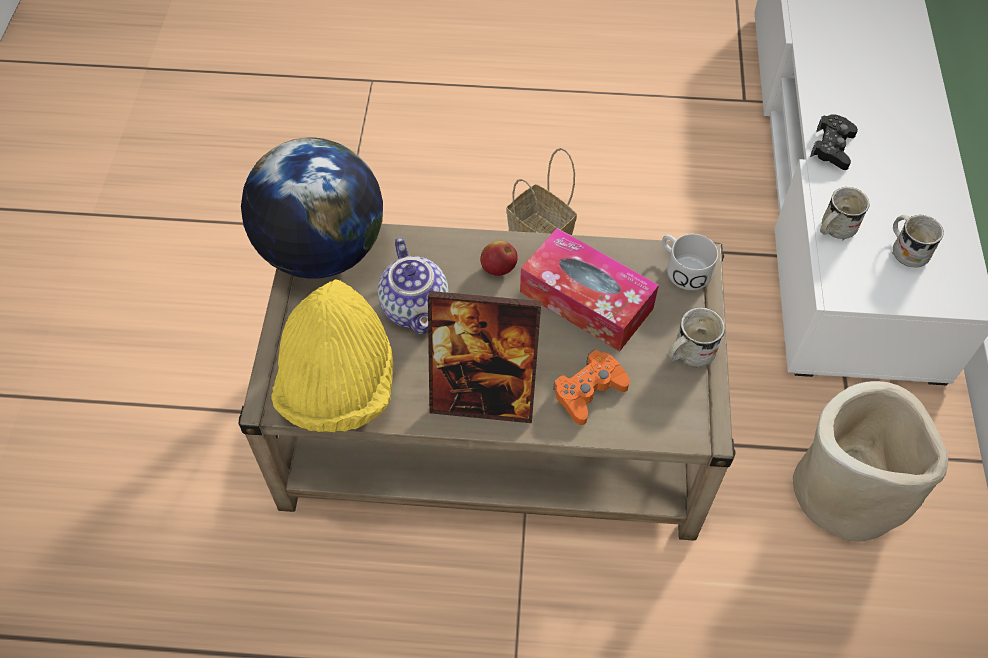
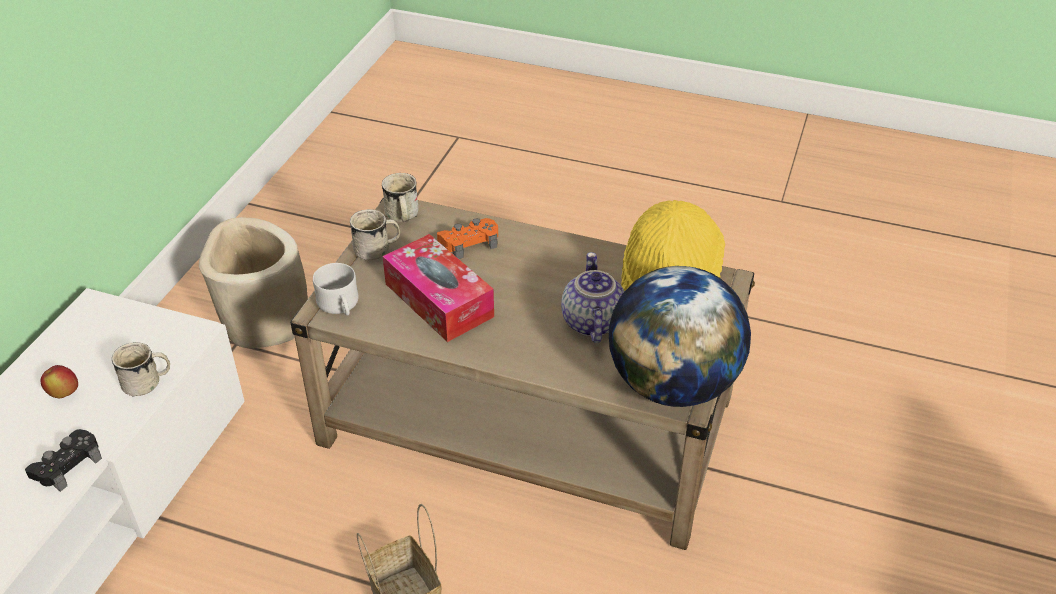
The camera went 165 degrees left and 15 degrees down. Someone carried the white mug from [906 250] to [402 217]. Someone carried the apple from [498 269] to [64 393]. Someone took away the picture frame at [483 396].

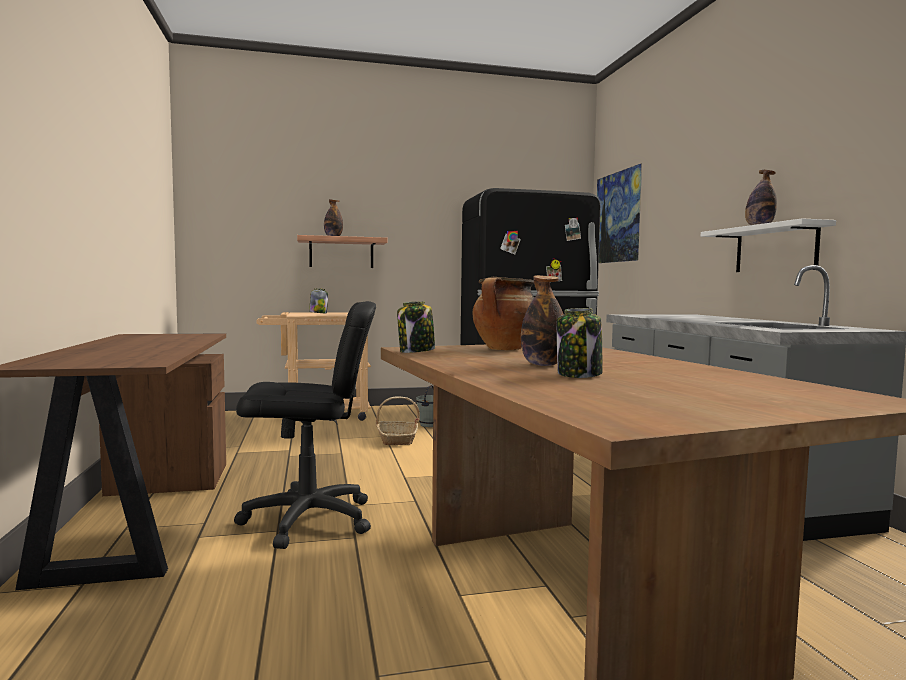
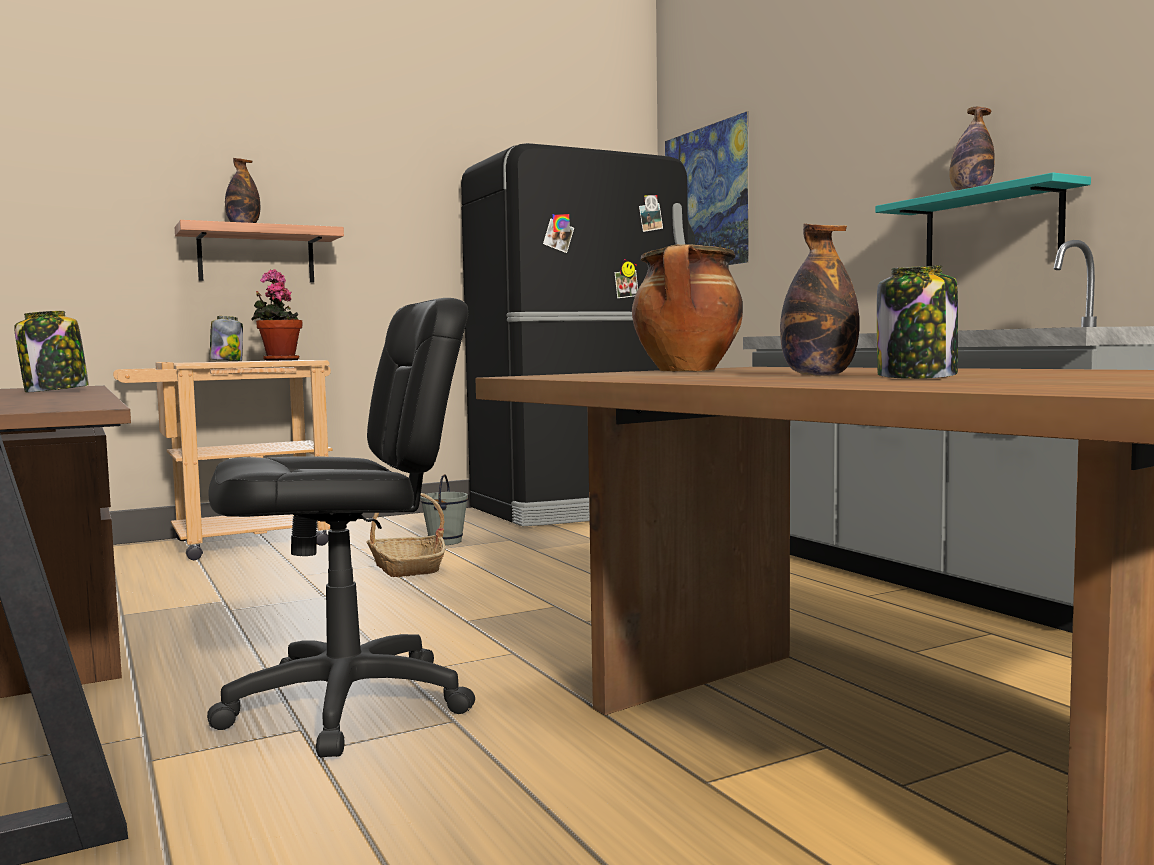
The camera went 15 degrees left and 0 degrees up. Someone repainted the white shelf at [775 249], which became the turquoise shelf at [991 226]. Someone carried the jar from [416 351] to [55 391]. Someone put down the potted plant at [279 360].

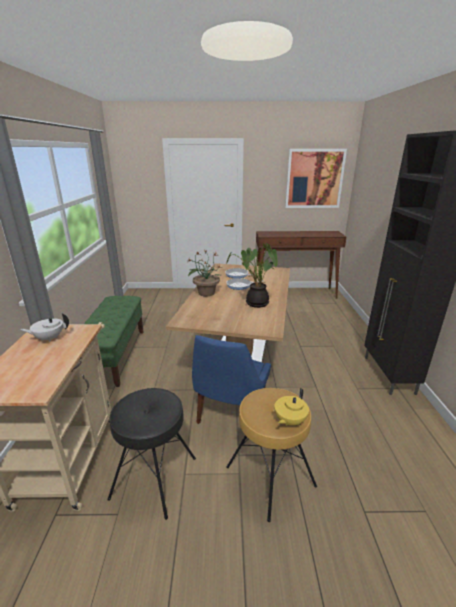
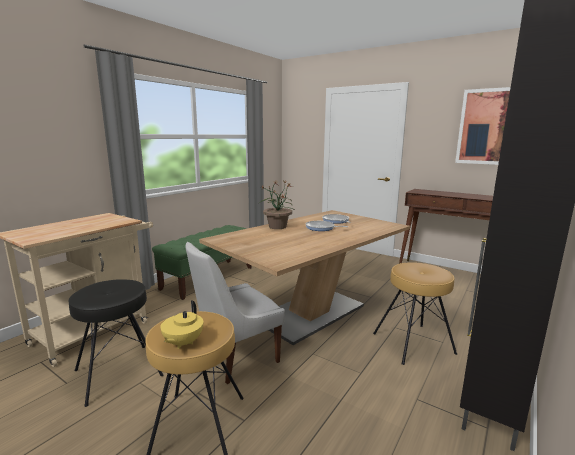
The camera went 35 degrees right and 10 degrees down. Someone took away the potted plant at [255 303]. Someone took away the white teapot at [49 338]. Someone repainted the blue chair at [230 415], which became the white chair at [235 357]. Someone rotated the yellow teapot at [289 421] by 60 degrees counterclockwise. Someone put down the brown stool at [413 343].

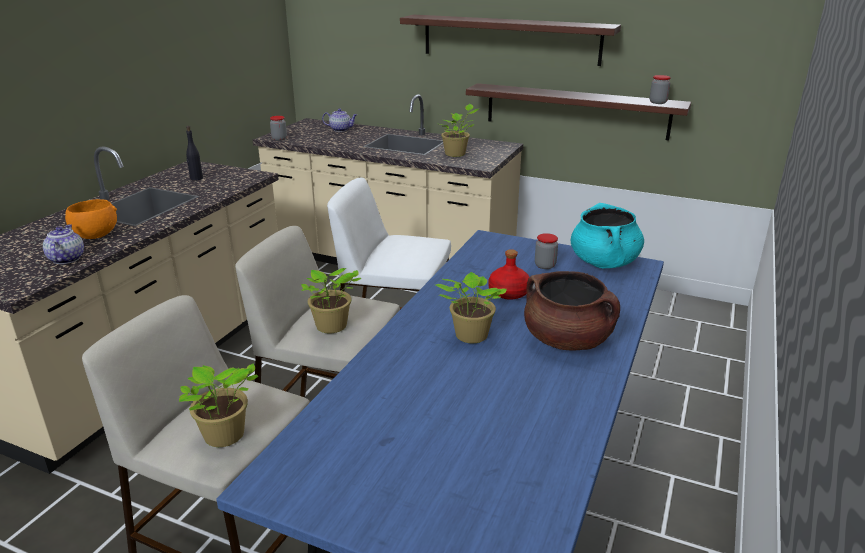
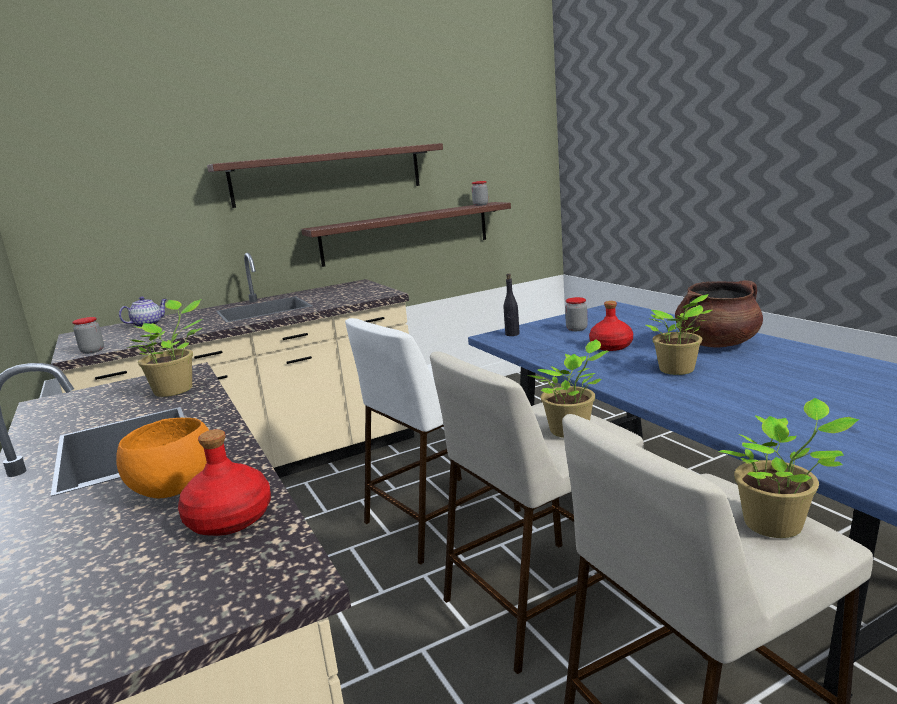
The camera went 50 degrees left and 10 degrees down. Someone carried the potted plant from [457 154] to [177 389]. Someone carried the black bottle from [196 178] to [512 334]. Someone took away the turquoise cooking pot at [604 262]. Someone swapped the teapot at [66 259] for the red bottle at [228 519].

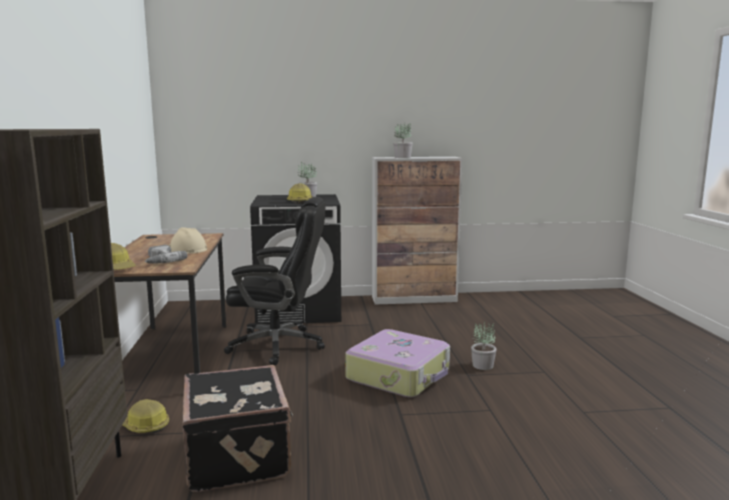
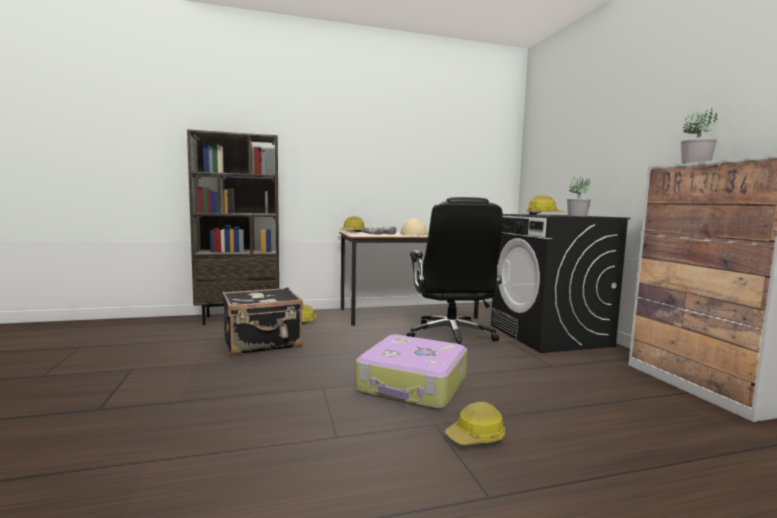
The camera went 80 degrees right and 5 degrees down. Someone swapped the potted plant at [483 365] for the hard hat at [476 437].

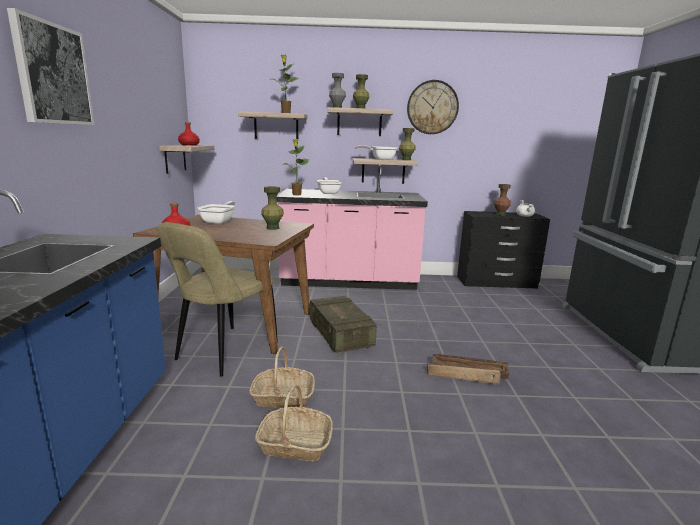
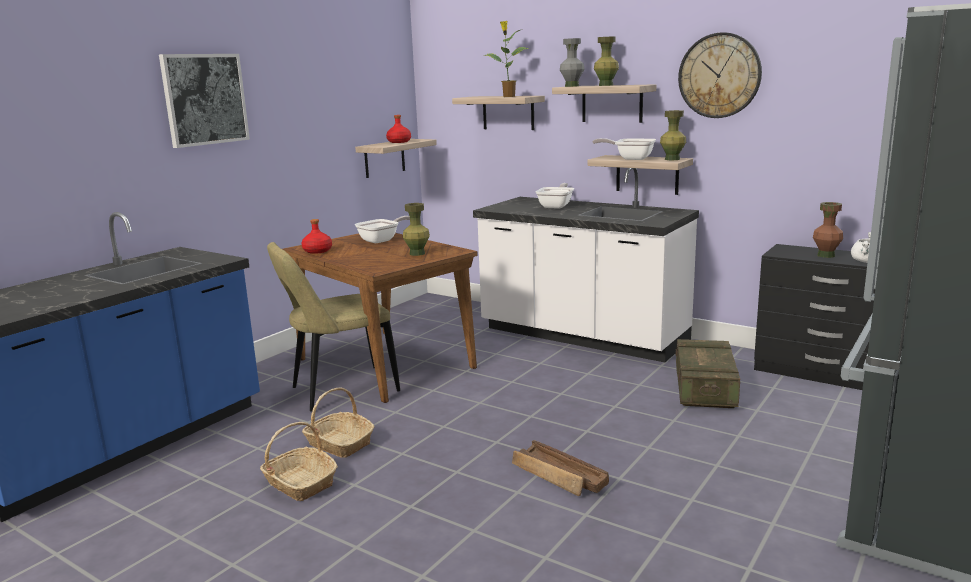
The camera went 35 degrees right and 0 degrees up. Someone took away the potted plant at [296 194]. Someone repainted the pink counter at [349 281], which became the white counter at [582 336]. Someone carried the crate from [340 335] to [704 388].

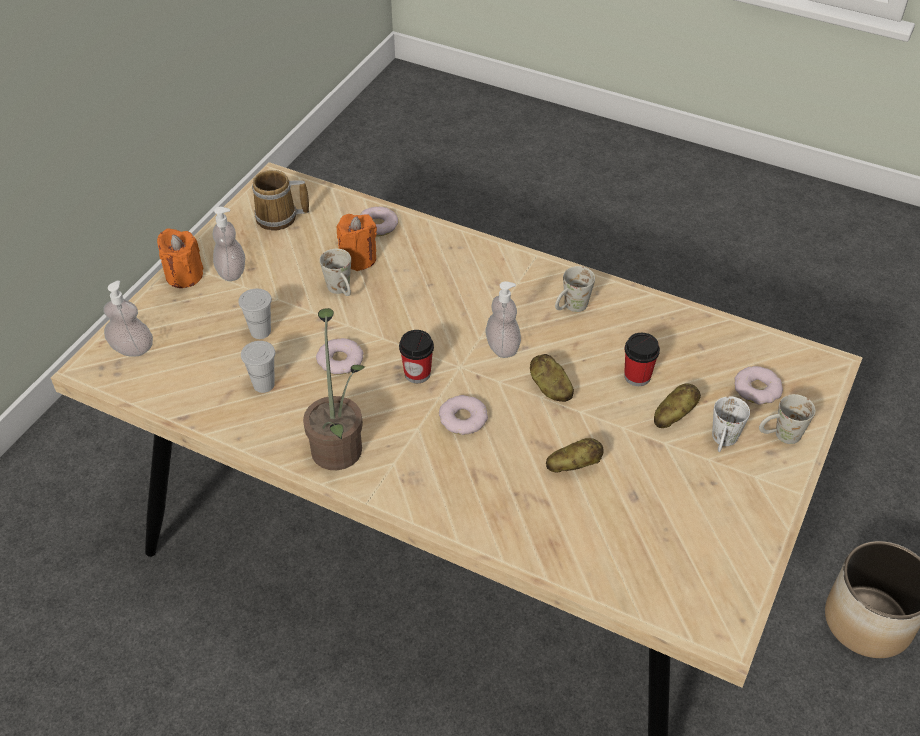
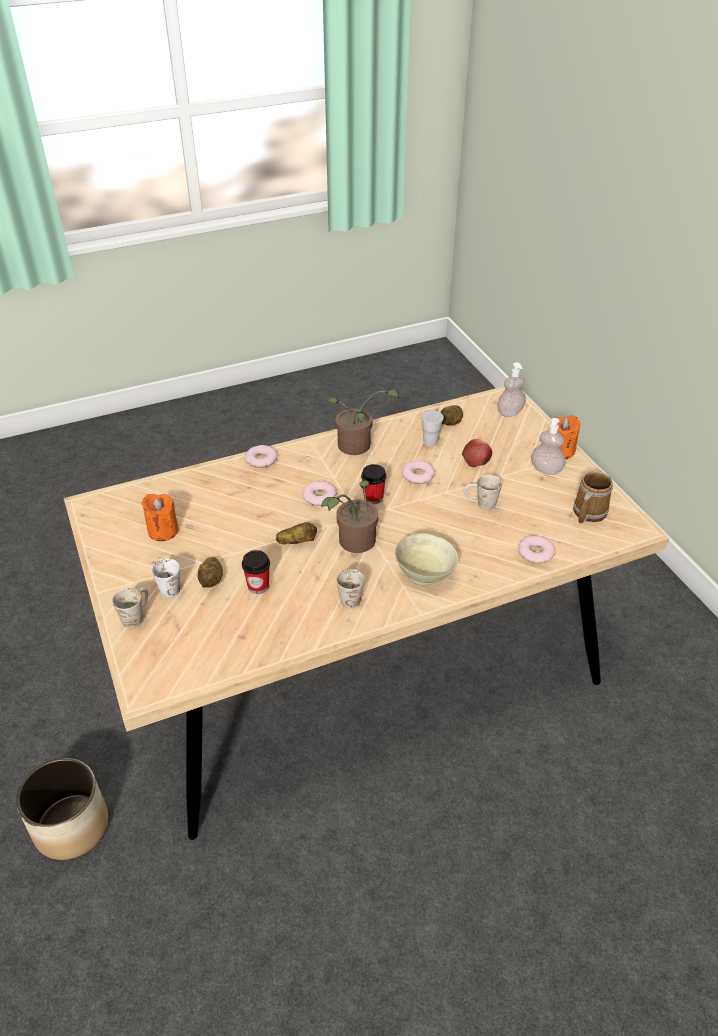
The camera went 130 degrees right and 5 degrees down. Someone carried the orange candle from [358 258] to [163 531]. Someone swapped the soap dispenser at [502 347] for the potted plant at [353 543]. Someone swapped the white cup at [260 331] for the apple at [476 458]. Someone carried the donut from [757 389] to [261 459]. Someone carried the potato from [573 465] to [451 422]. Someone put down the beige bowl at [425 575].

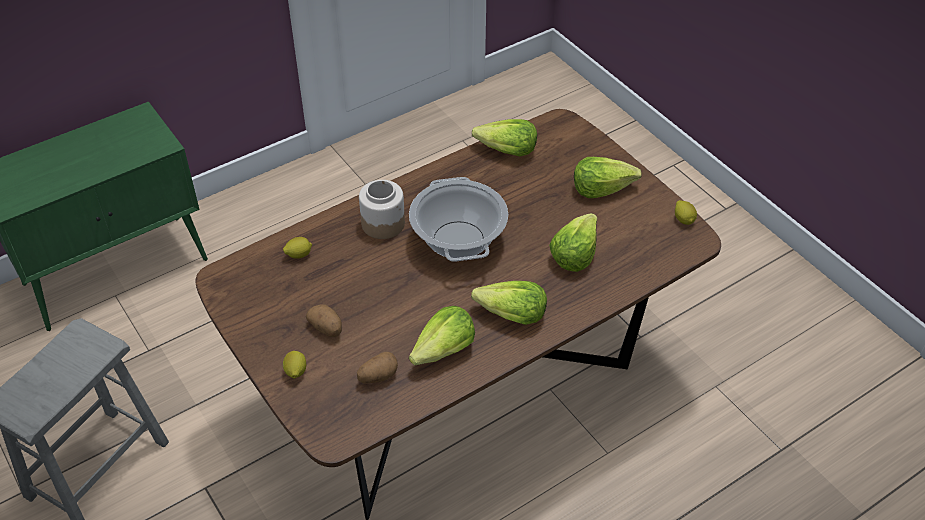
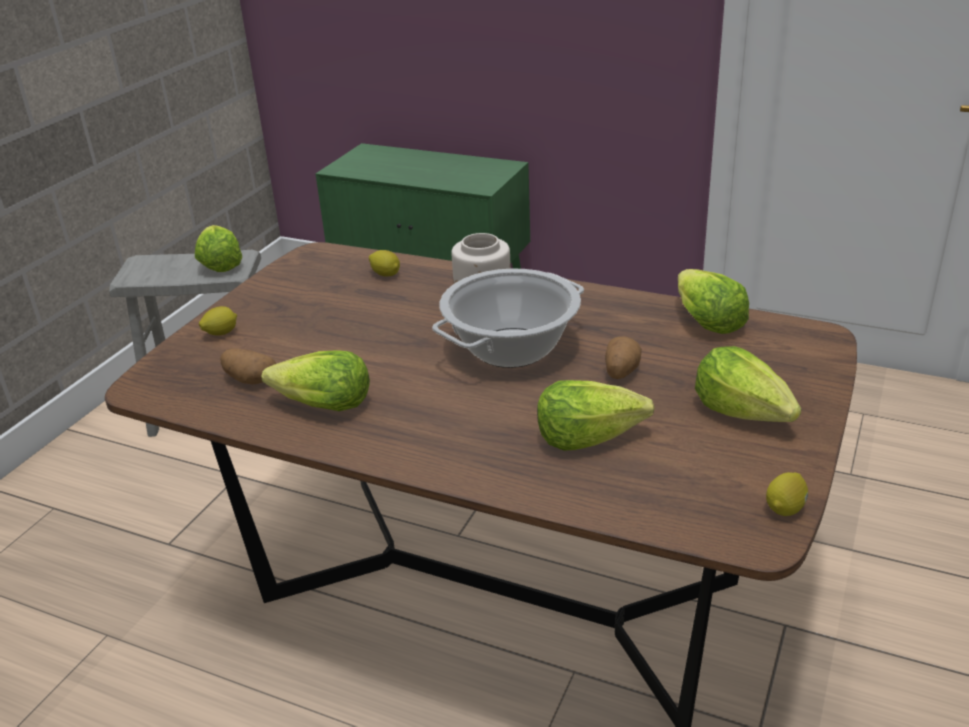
The camera went 60 degrees right and 15 degrees down. Someone carried the lettuce from [511 315] to [220 264]. Someone carried the potato from [326 328] to [621 371].

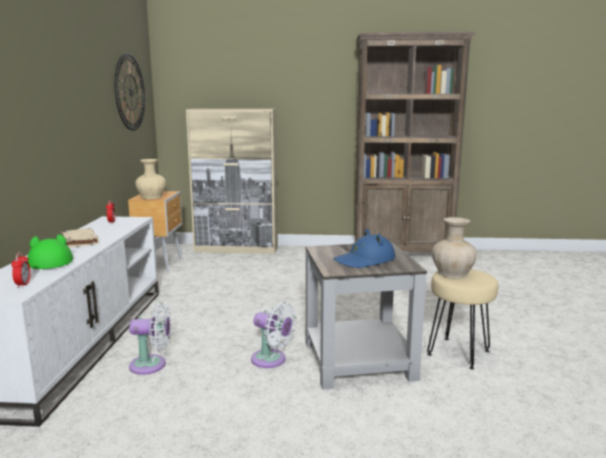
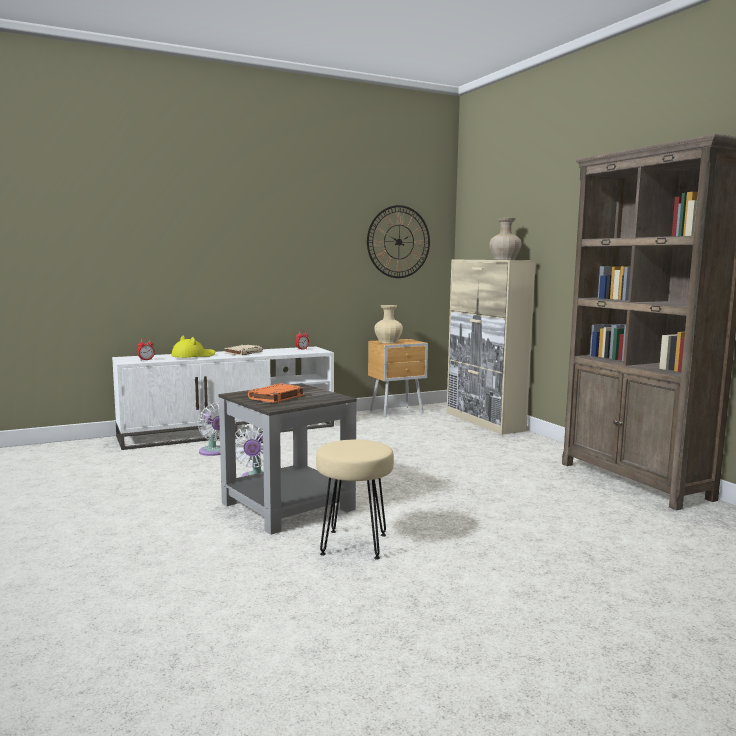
The camera went 60 degrees right and 5 degrees down. Someone carried the beige vase from [453 273] to [505 259]. Someone swapped the blue hat at [364 260] for the orange book at [276 397]. Someone repainted the green hat at [51 261], which became the yellow hat at [193 356].

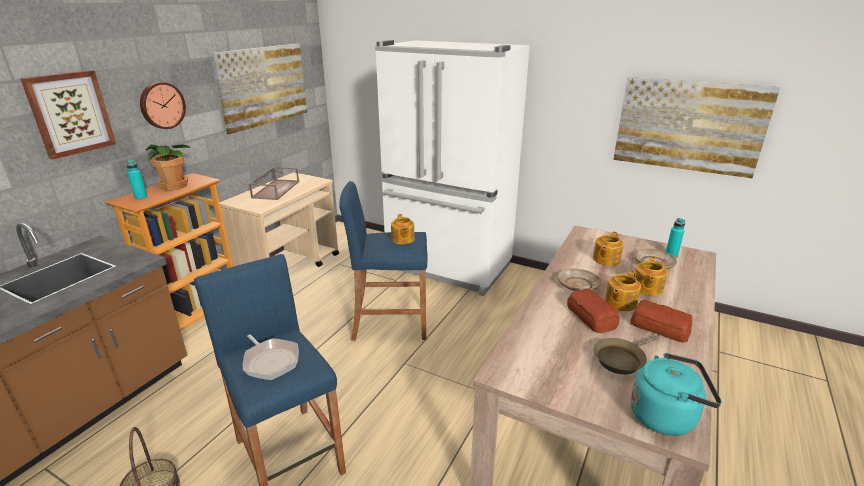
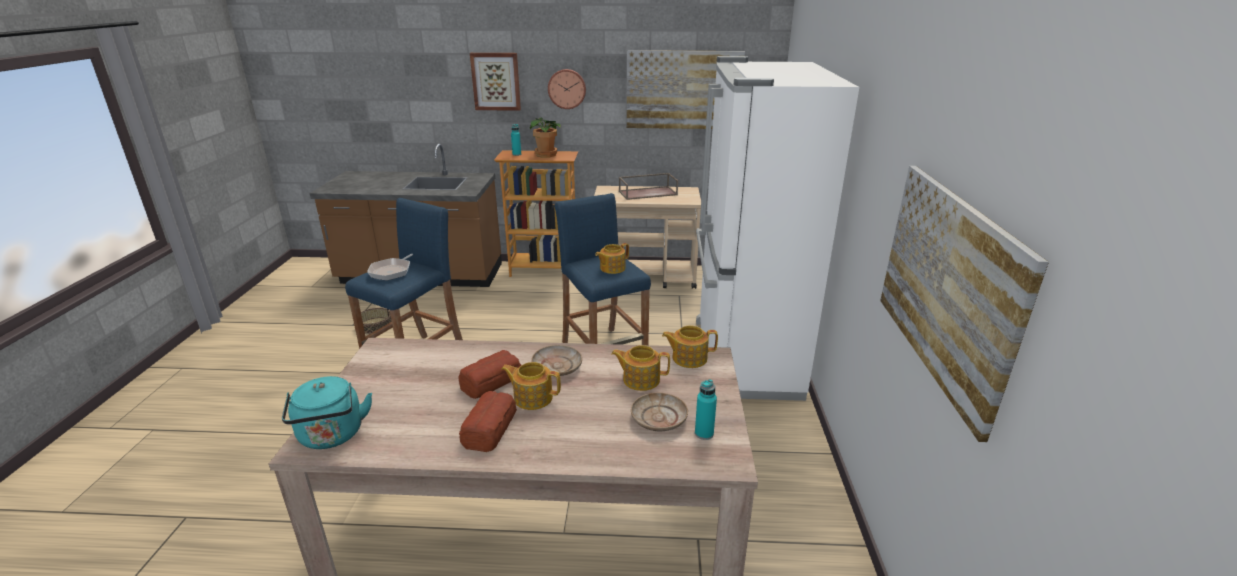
The camera went 65 degrees right and 0 degrees up. Someone carried the teapot from [646 288] to [688 358]. Someone took away the brown frying pan at [620 359].

